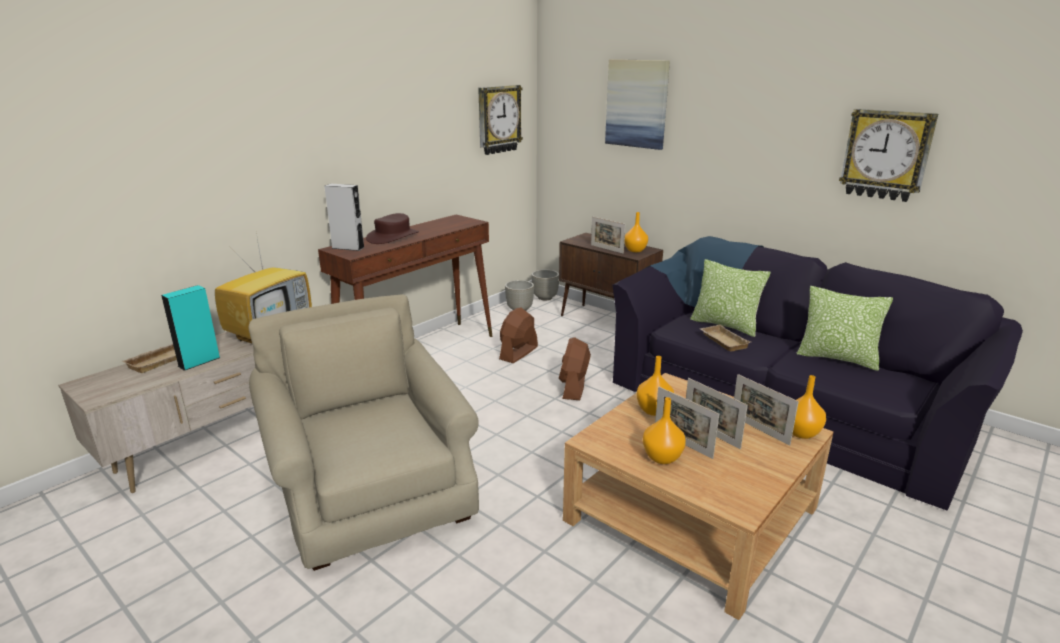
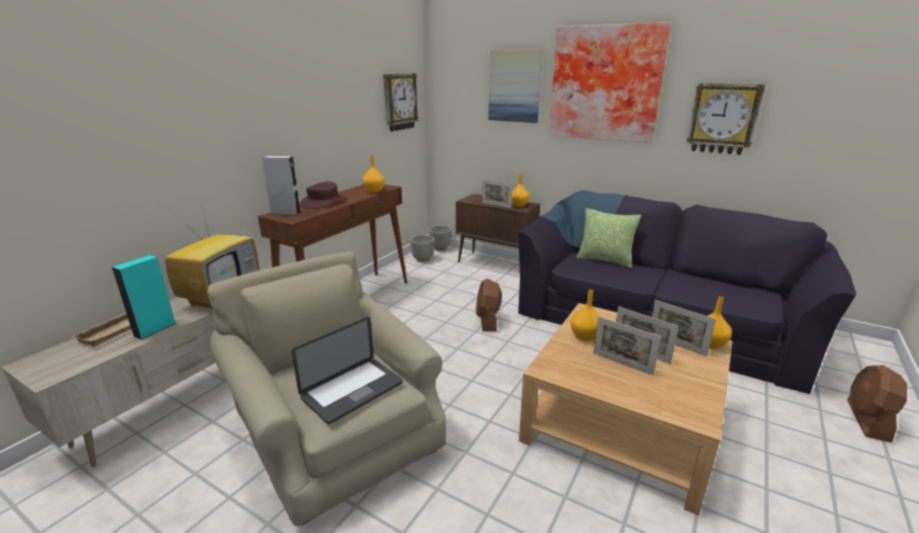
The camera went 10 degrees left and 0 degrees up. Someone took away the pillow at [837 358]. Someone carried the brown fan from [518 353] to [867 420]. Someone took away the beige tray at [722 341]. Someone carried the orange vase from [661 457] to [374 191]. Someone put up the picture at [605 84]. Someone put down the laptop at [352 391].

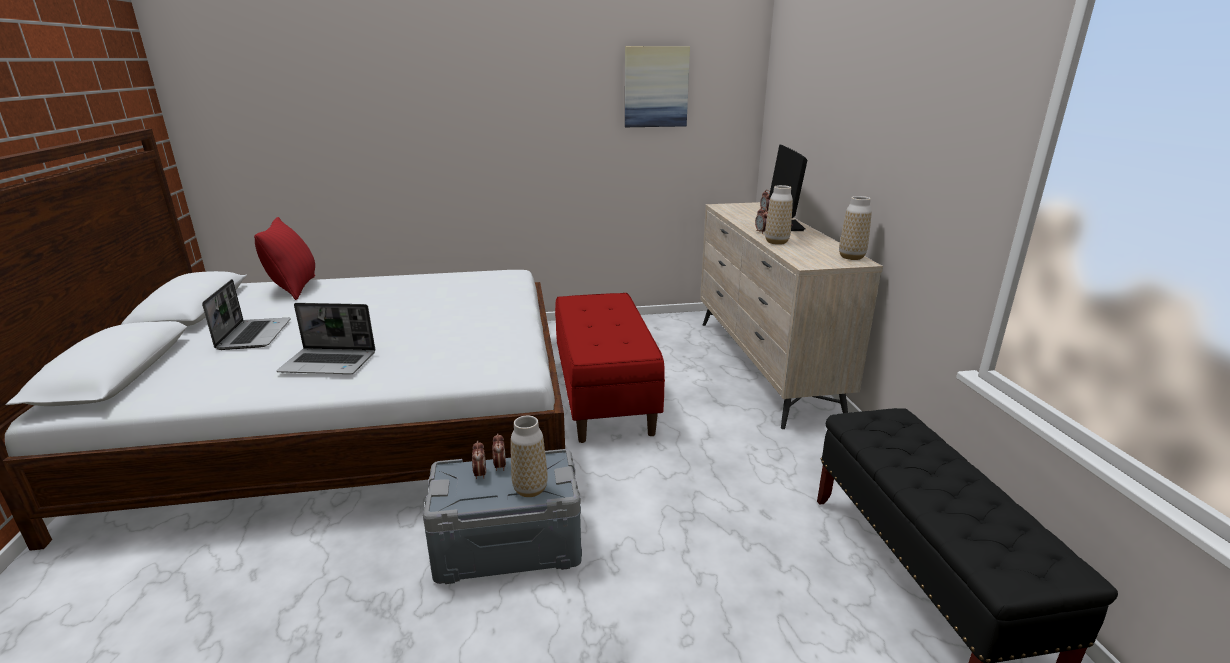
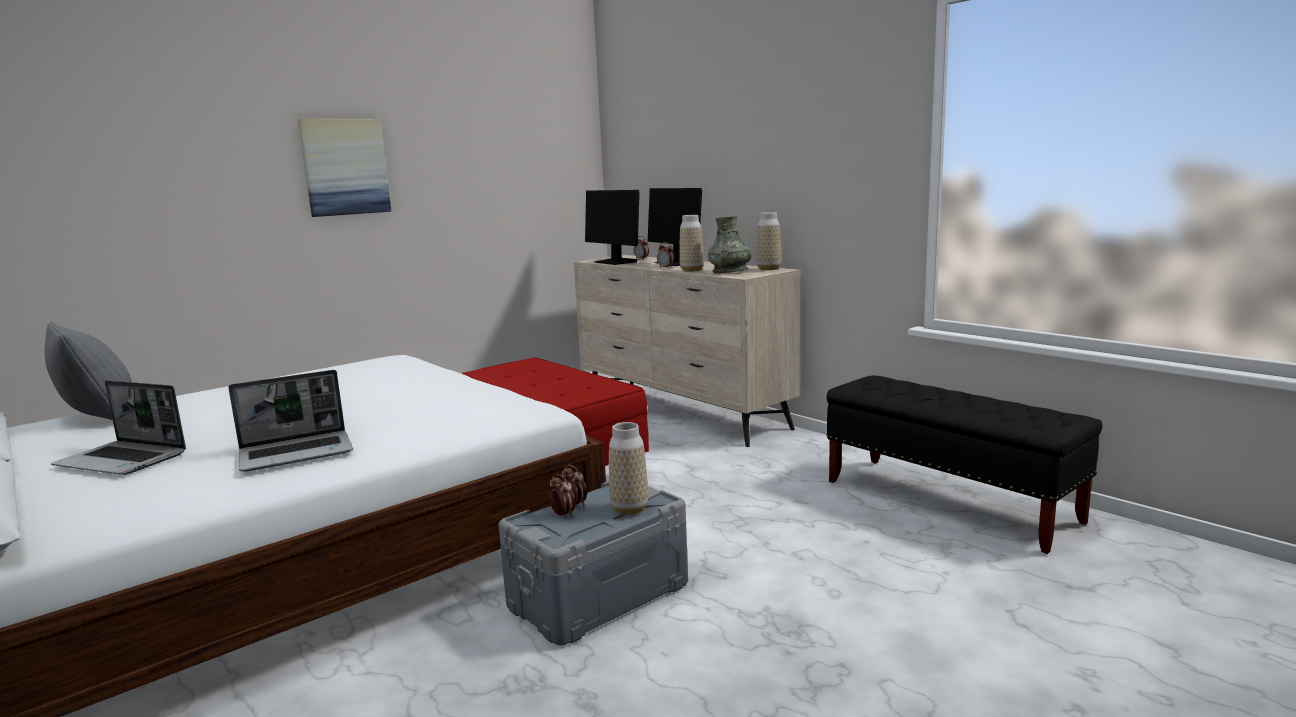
The camera went 30 degrees left and 10 degrees down. Someone carried the picture from [656 87] to [345 167]. Someone repainted the red pillow at [295 288], which became the grey pillow at [99 418]. Someone rotated the laptop at [254 335] by 150 degrees clockwise. Someone put down the monitor at [616 262]. Someone put down the grey vase at [730 271].

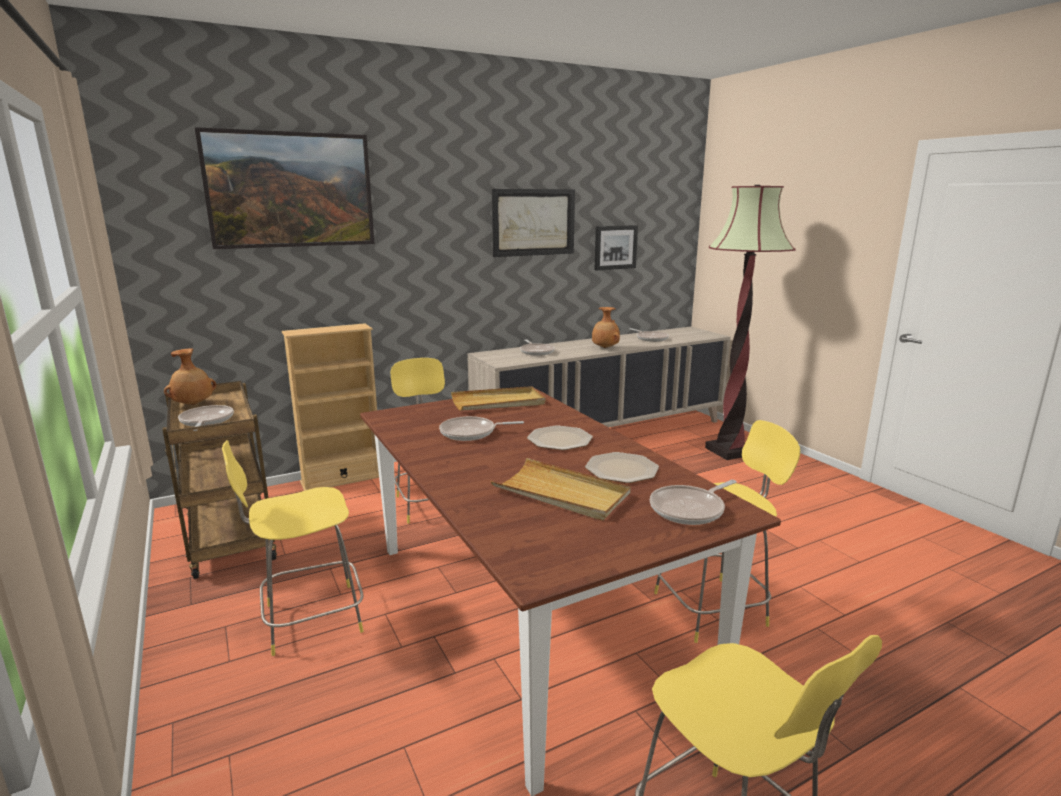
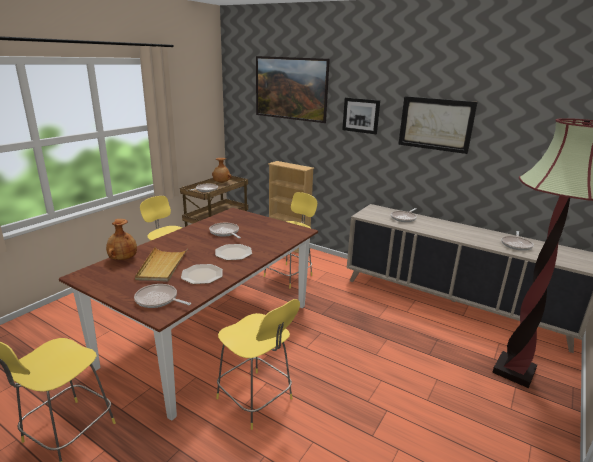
The camera went 60 degrees right and 5 degrees up. Someone carried the picture from [615 247] to [361 115]. Someone carried the brown vase from [605 348] to [123 259]. Someone took away the beige tray at [498 402].

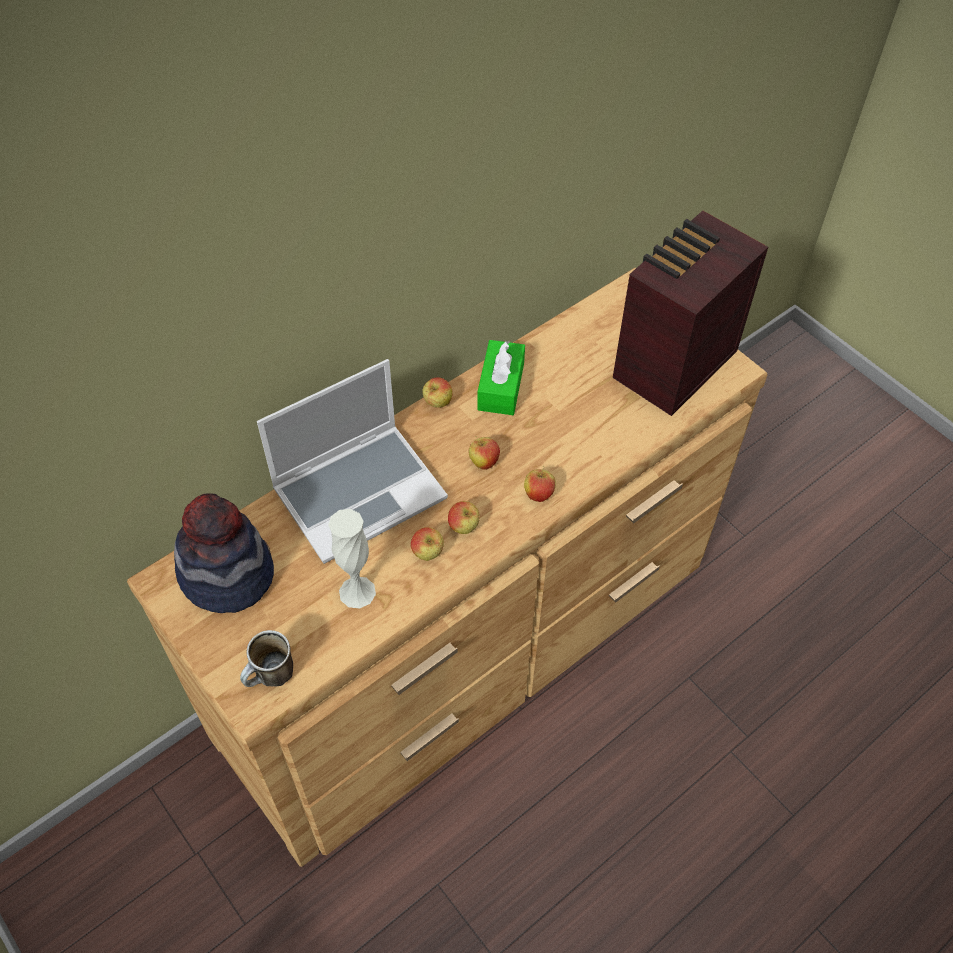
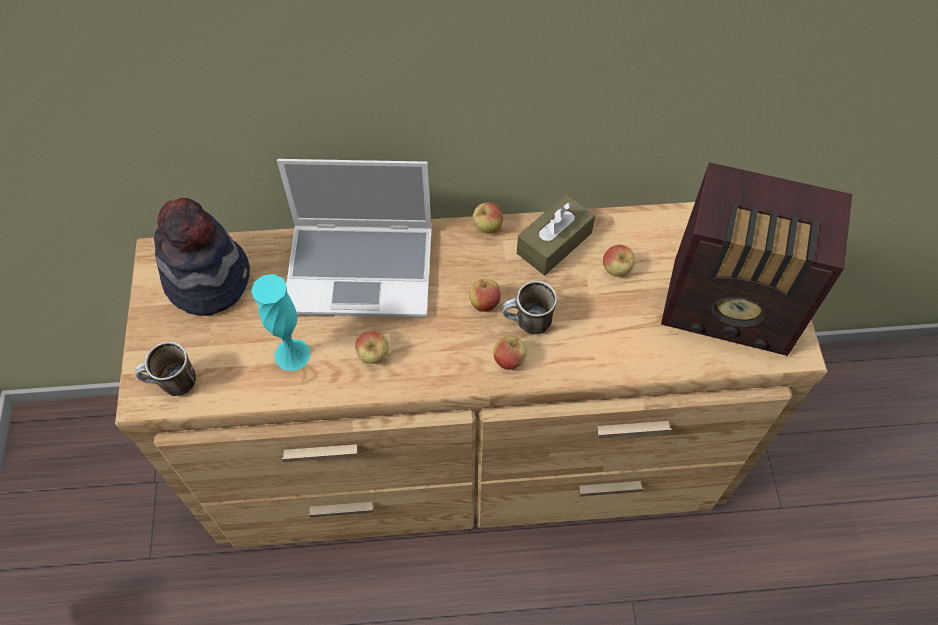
The camera went 35 degrees right and 5 degrees up. Someone rotated the radio at [671 365] by 150 degrees counterclockwise. Someone repainted the green tissue box at [501 387], which became the brown tissue box at [554 243]. Someone carried the apple from [463 527] to [616 270]. Someone repainted the white vase at [357 592], which became the turquoise vase at [292 354]. Someone put down the mug at [527 324].

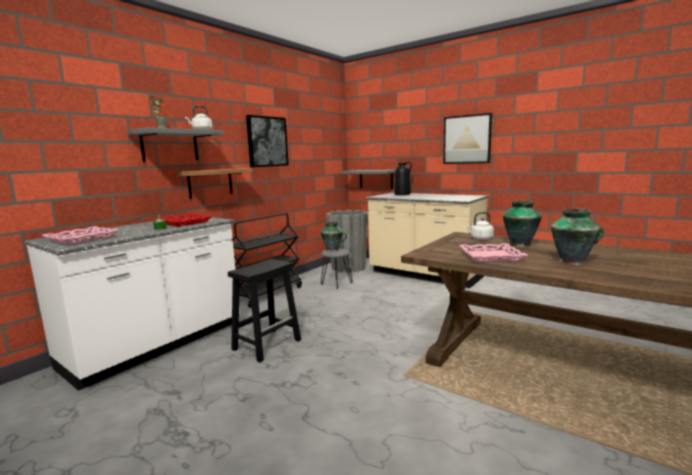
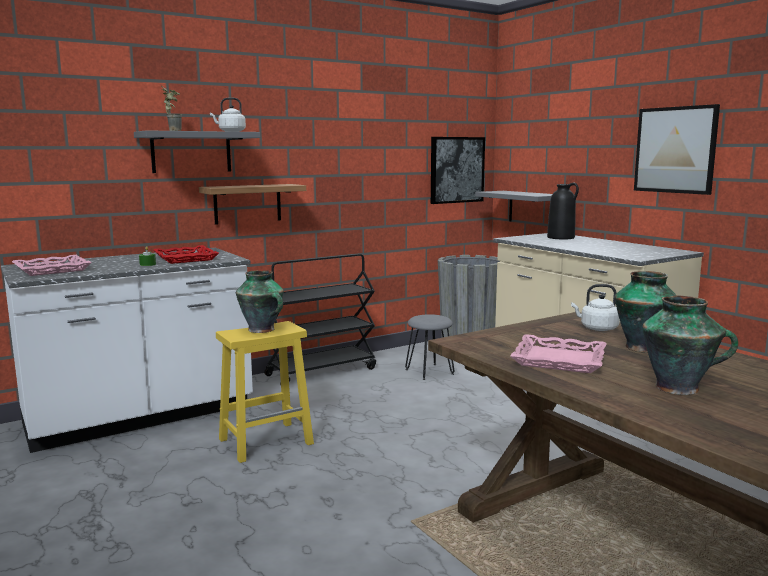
The camera went 20 degrees right and 0 degrees up. Someone carried the picture from [267 141] to [456 170]. Someone carried the vase from [333 250] to [262 330]. Someone repainted the black stool at [267 344], which became the yellow stool at [267 441].

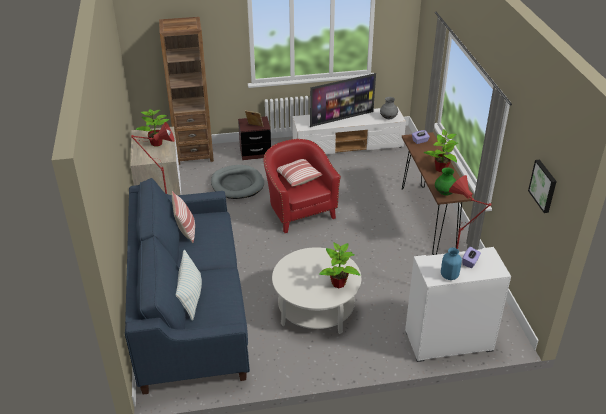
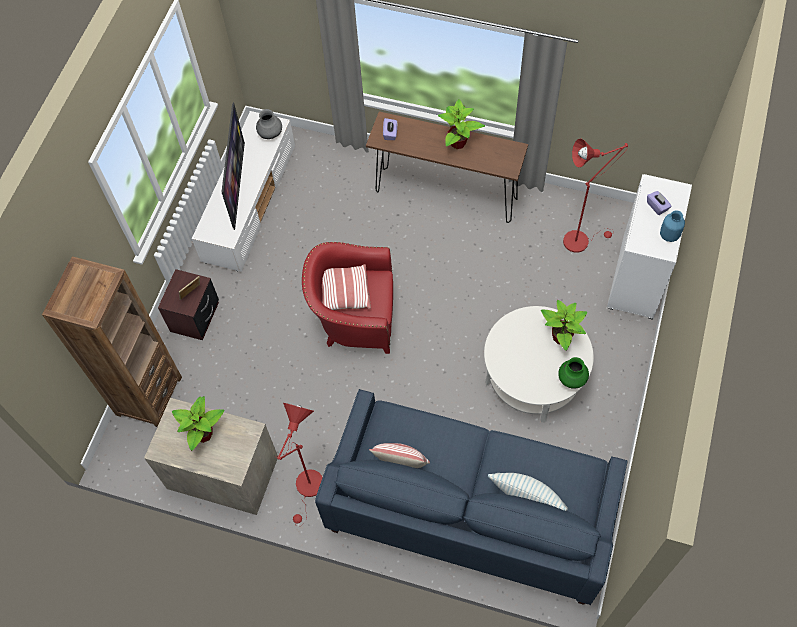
The camera went 60 degrees left and 25 degrees up. Someone took away the picture at [544 186]. Someone took away the grey dog bed at [237 184]. Someone carried the green vase from [445 193] to [572 379].

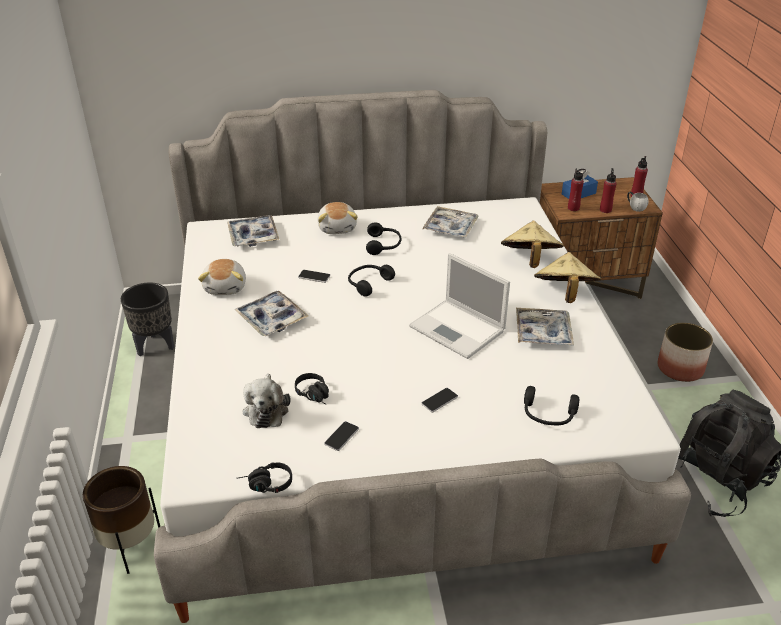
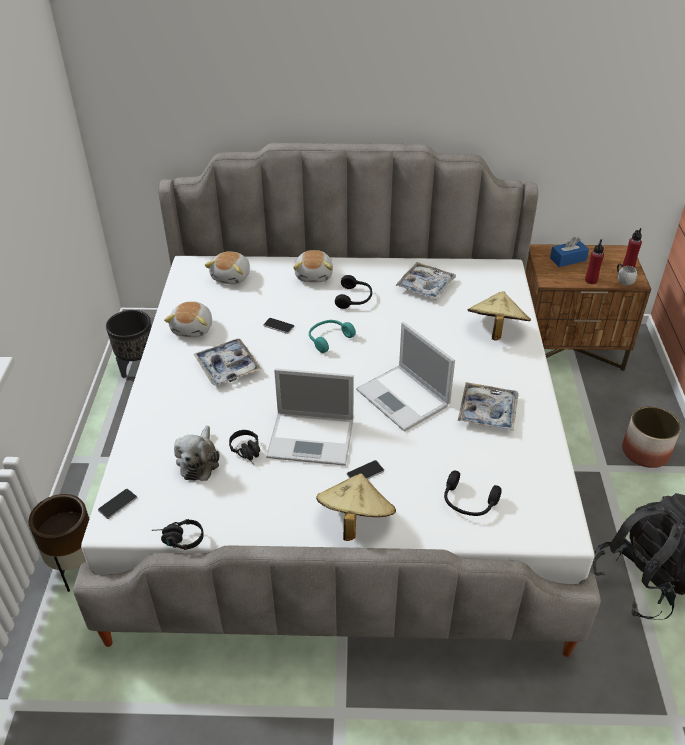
The camera went 10 degrees right and 5 degrees up. Someone took away the red bottle at [573 208]. Someone swapped the tray at [253 236] for the plush toy at [232 277]. Someone carried the beige hat from [564 294] to [355 520]. Someone repainted the black headphones at [368 283], which became the turquoise headphones at [328 339]. Someone carried the phone from [341 436] to [117 504]. Someone put down the laptop at [313 438].

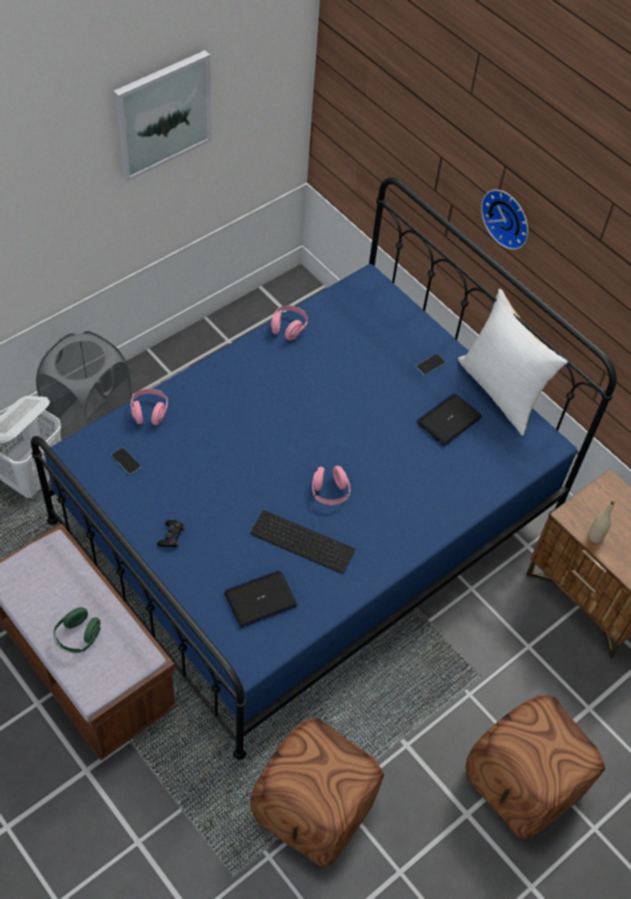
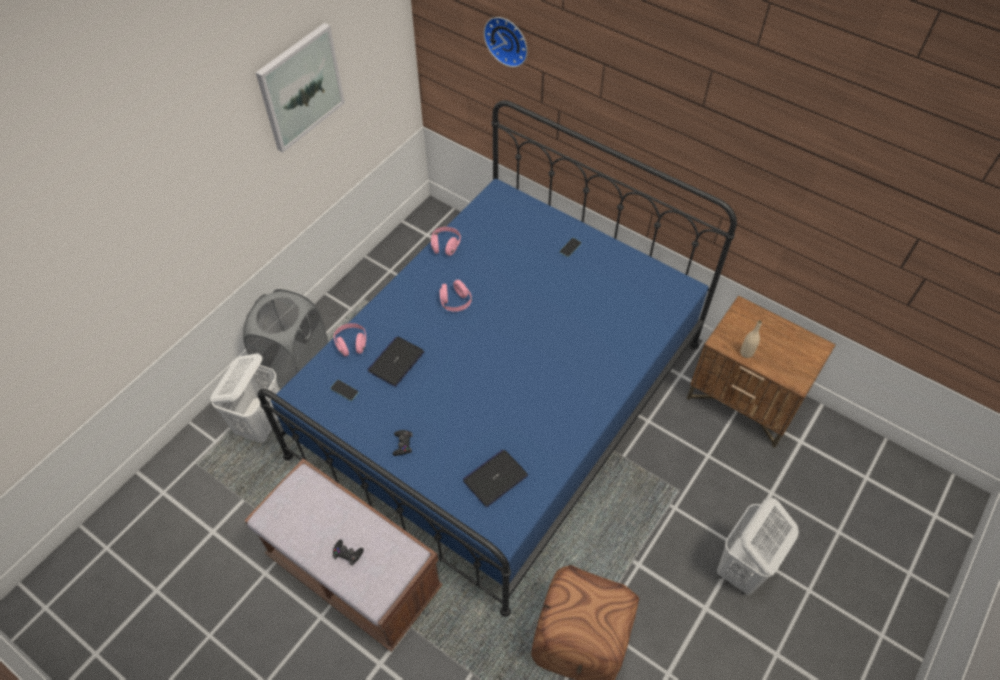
The camera went 10 degrees left and 0 degrees up. Someone carried the wall clock from [508 217] to [508 40]. Someone took away the white pillow at [501 391]. Someone carried the laptop from [449 420] to [396 361]. Someone carried the pink headphones from [329 492] to [455 303]. Someone took away the keyboard at [304 541]. Someone swapped the green headphones at [78 637] for the black game controller at [347 553]. Someone swapped the brown ottoman at [523 783] for the white laundry basket at [741 569].

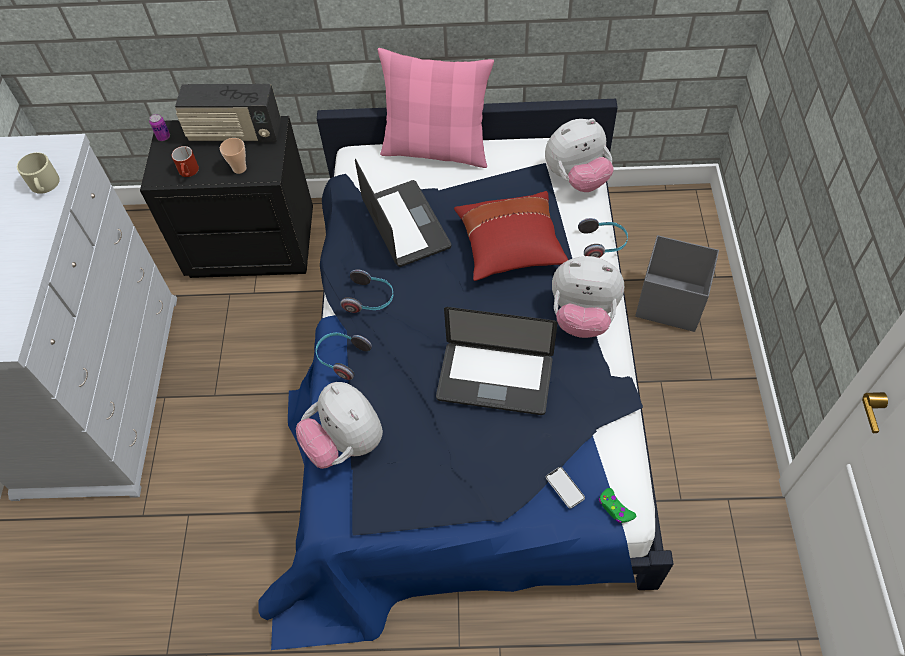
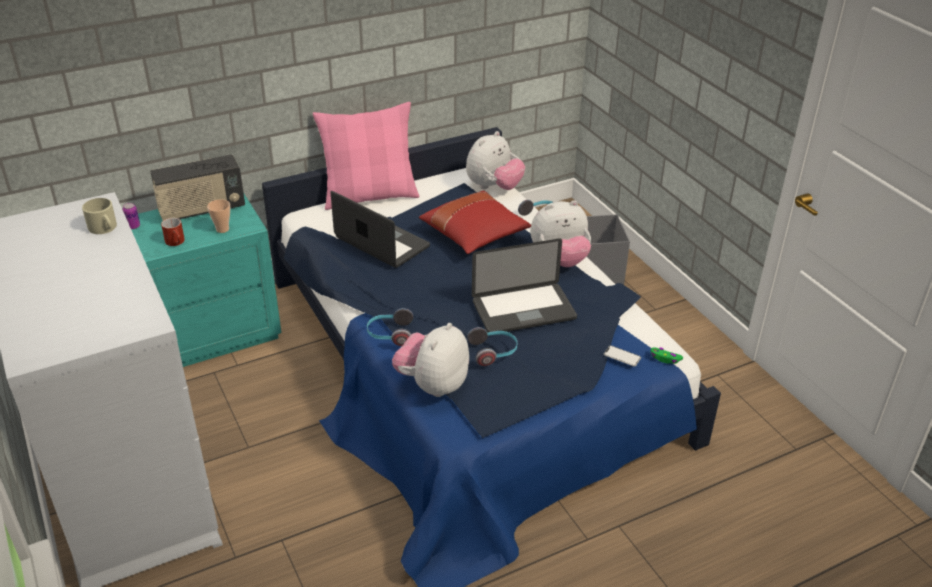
The camera went 30 degrees left and 20 degrees down. Someone repainted the black nightstand at [252 243], which became the turquoise nightstand at [212 332]. Someone carried the headphones from [370 299] to [493 352]. Someone rotated the plush toy at [345 443] by 90 degrees clockwise.

